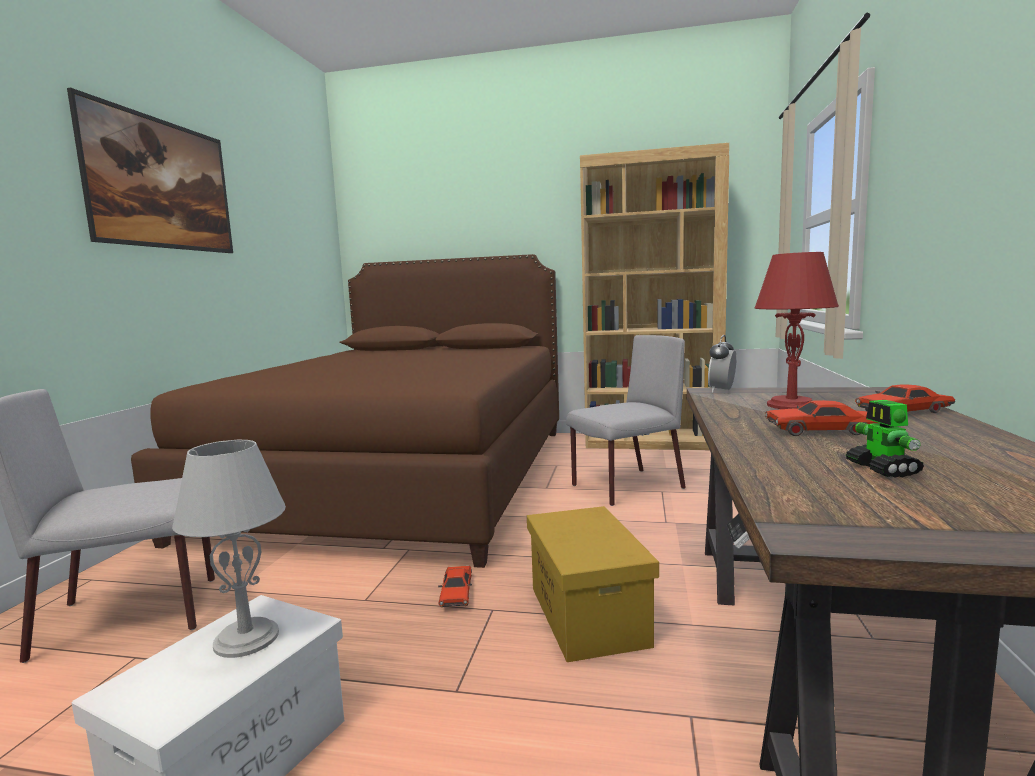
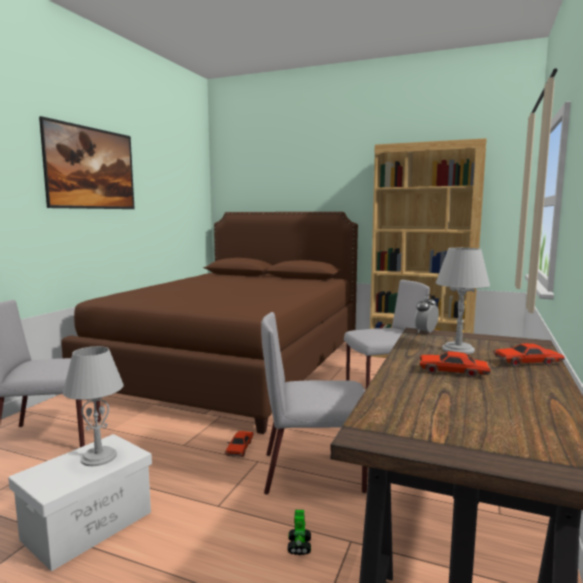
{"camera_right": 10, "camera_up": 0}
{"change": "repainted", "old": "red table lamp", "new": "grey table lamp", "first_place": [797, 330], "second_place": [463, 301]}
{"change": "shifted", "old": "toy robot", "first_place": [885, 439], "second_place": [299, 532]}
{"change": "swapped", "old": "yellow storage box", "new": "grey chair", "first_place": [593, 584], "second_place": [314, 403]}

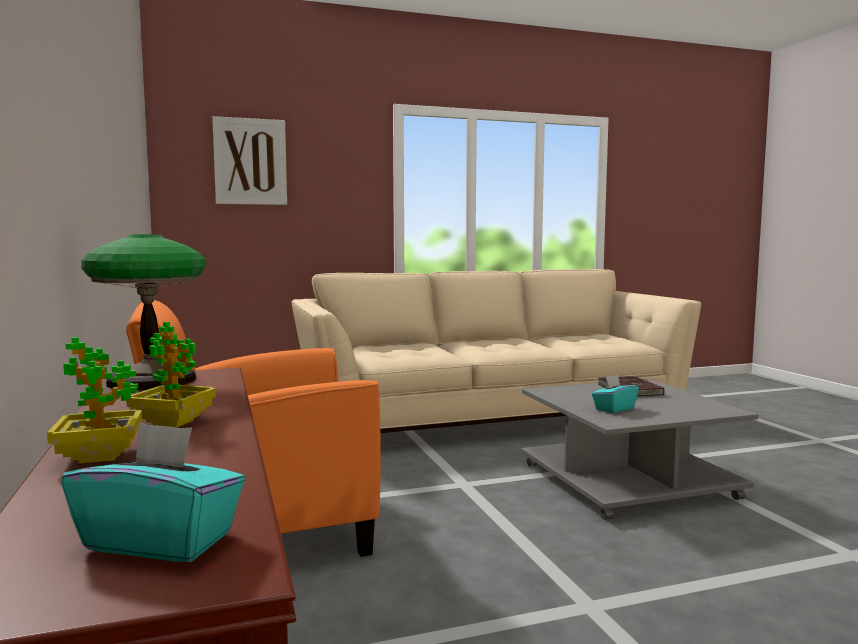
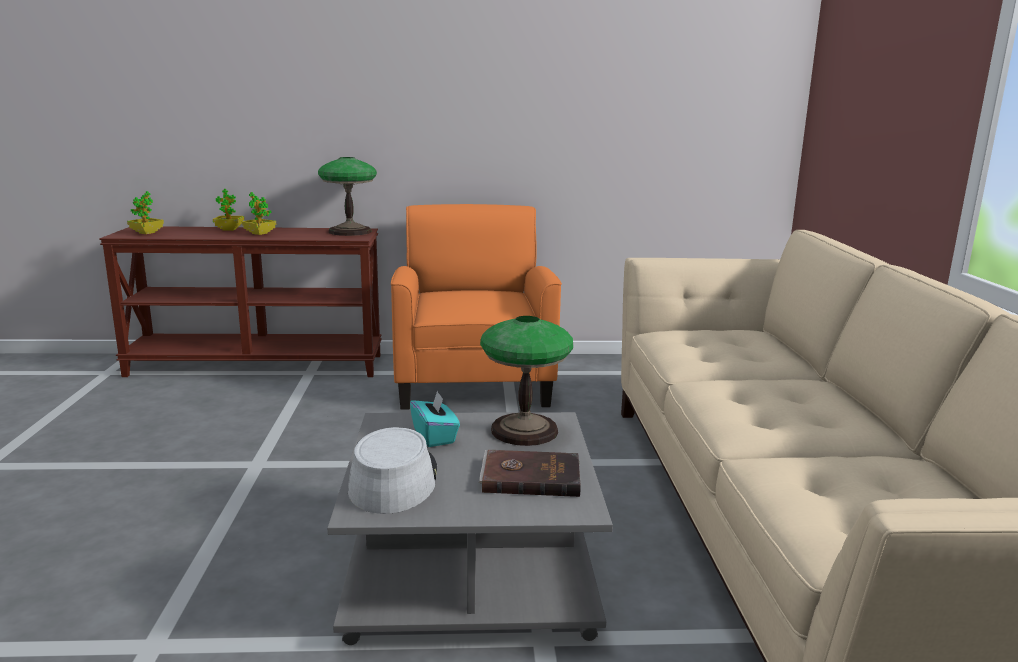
{"camera_right": 105, "camera_up": 10}
{"change": "gone", "old": "picture", "first_place": [249, 160]}
{"change": "swapped", "old": "turquoise tissue box", "new": "potted plant", "first_place": [153, 492], "second_place": [145, 212]}
{"change": "new", "new": "table lamp", "second_place": [526, 381]}
{"change": "new", "new": "grey hat", "second_place": [392, 470]}

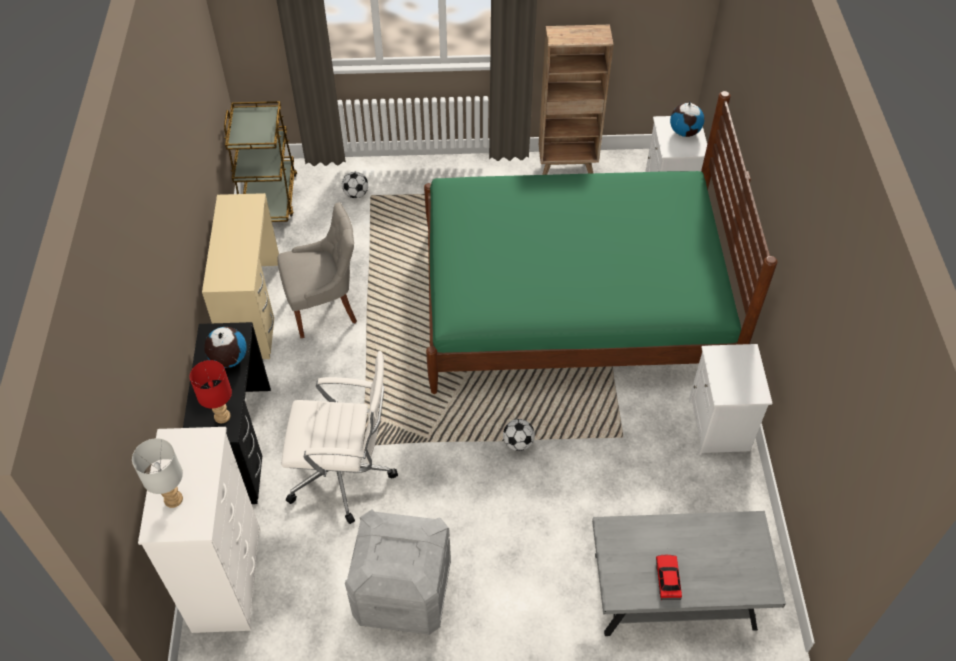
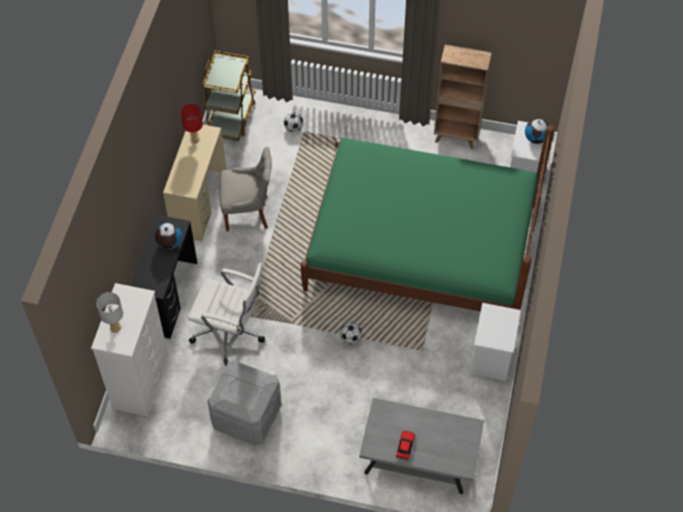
{"camera_right": 15, "camera_up": 5}
{"change": "shifted", "old": "red table lamp", "first_place": [211, 391], "second_place": [191, 123]}

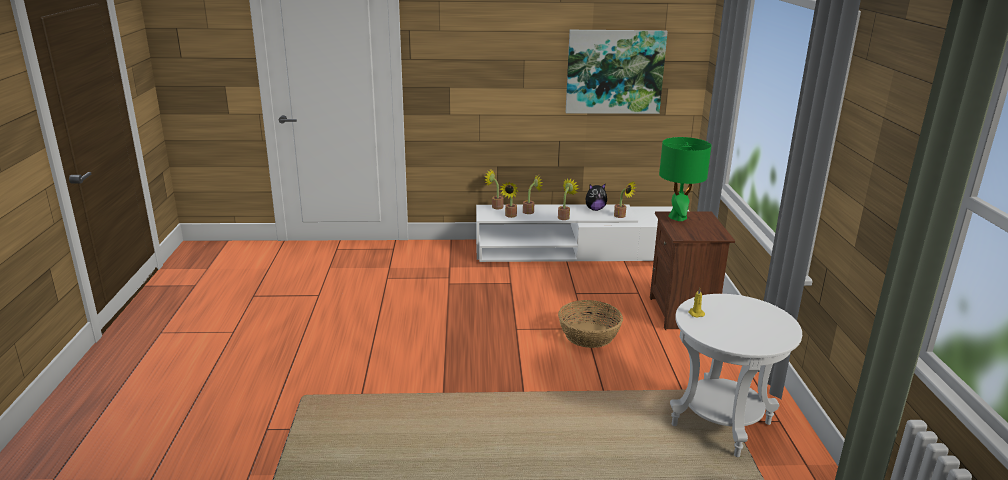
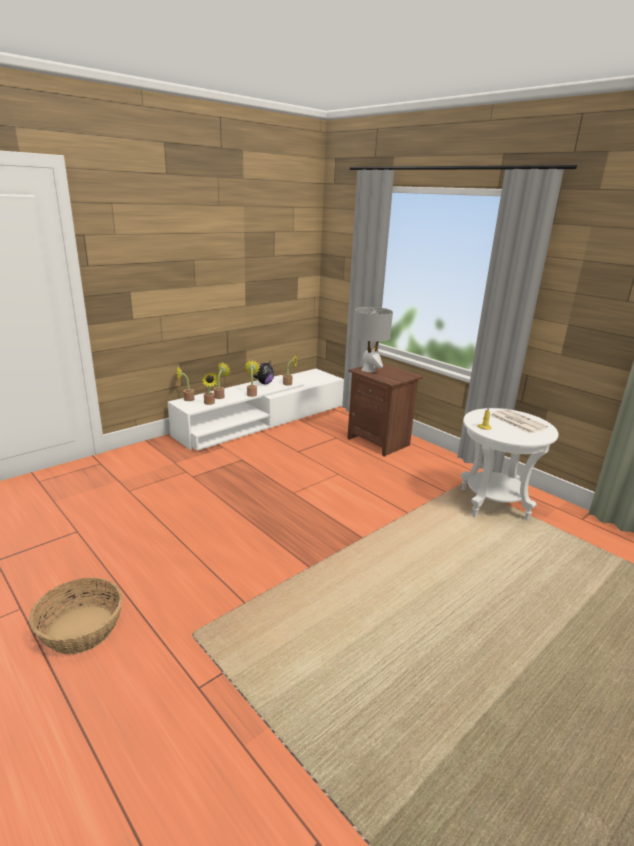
{"camera_right": -40, "camera_up": 0}
{"change": "gone", "old": "picture", "first_place": [617, 72]}
{"change": "repainted", "old": "green table lamp", "new": "grey table lamp", "first_place": [685, 179], "second_place": [373, 339]}
{"change": "shifted", "old": "basket", "first_place": [590, 324], "second_place": [75, 615]}
{"change": "new", "new": "newspaper", "second_place": [519, 421]}

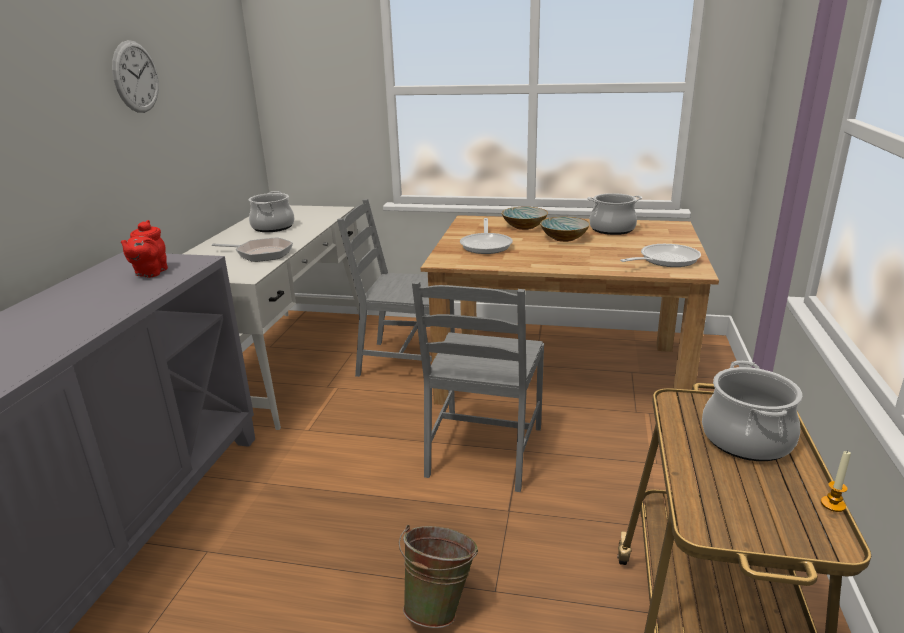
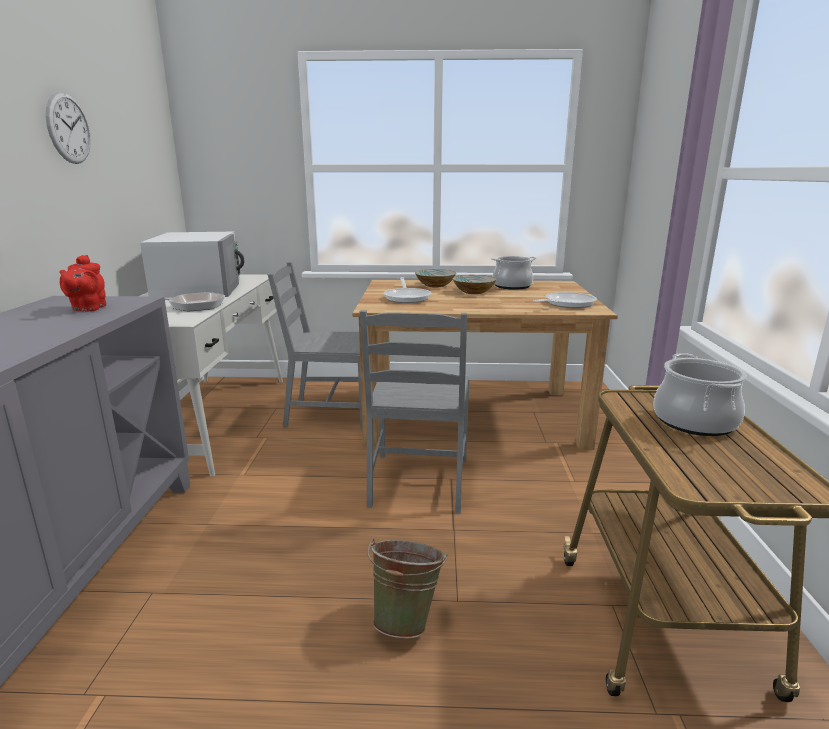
{"camera_right": -10, "camera_up": -5}
{"change": "swapped", "old": "cooking pot", "new": "white microwave", "first_place": [271, 211], "second_place": [192, 265]}
{"change": "gone", "old": "candle", "first_place": [836, 481]}

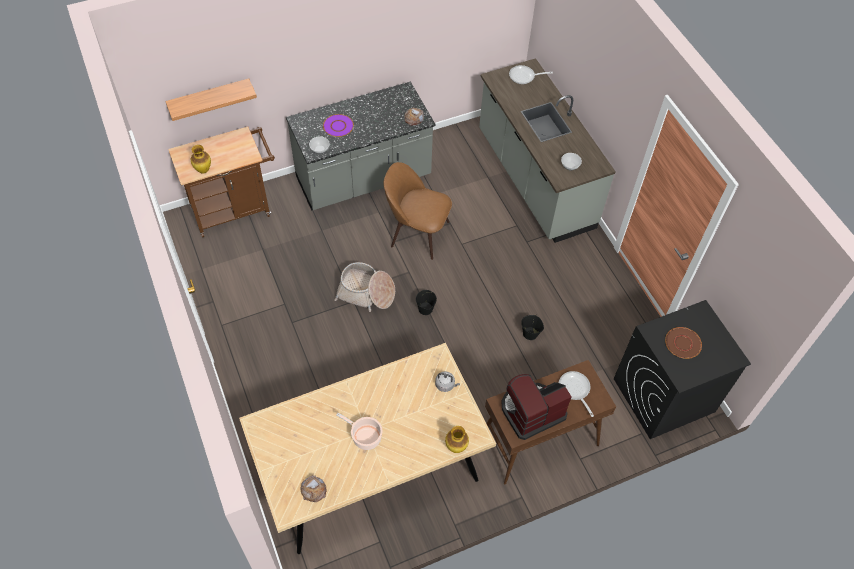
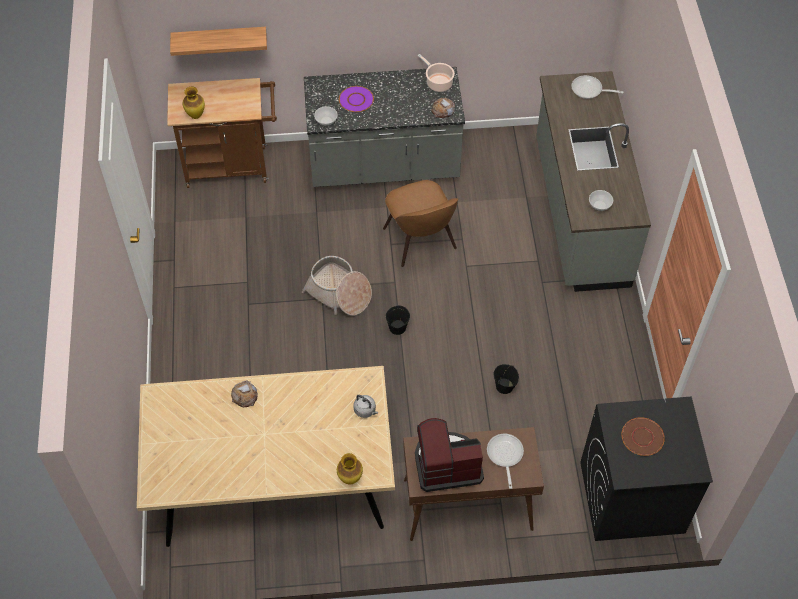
{"camera_right": 20, "camera_up": 0}
{"change": "rotated", "old": "brown chair", "first_place": [417, 211], "second_place": [420, 223], "degrees": -150}
{"change": "shifted", "old": "cooking pot", "first_place": [359, 431], "second_place": [436, 73]}
{"change": "shifted", "old": "bread", "first_place": [313, 488], "second_place": [244, 393]}

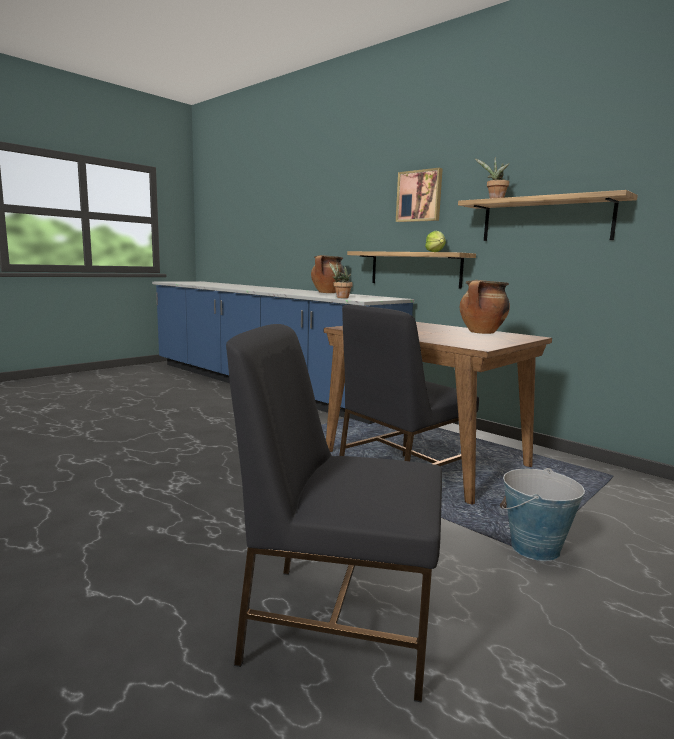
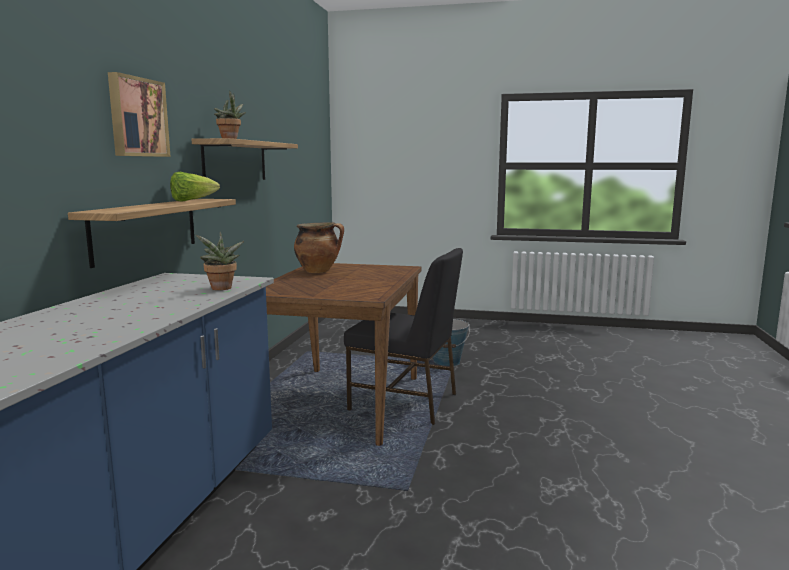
{"camera_right": -120, "camera_up": 0}
{"change": "gone", "old": "cooking pot", "first_place": [328, 274]}
{"change": "gone", "old": "black chair", "first_place": [334, 513]}

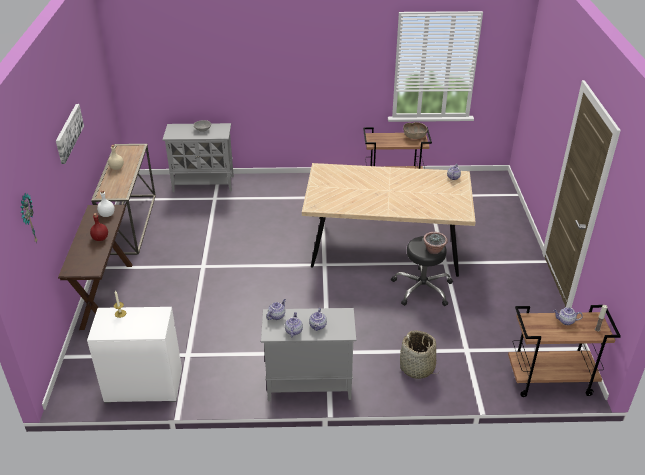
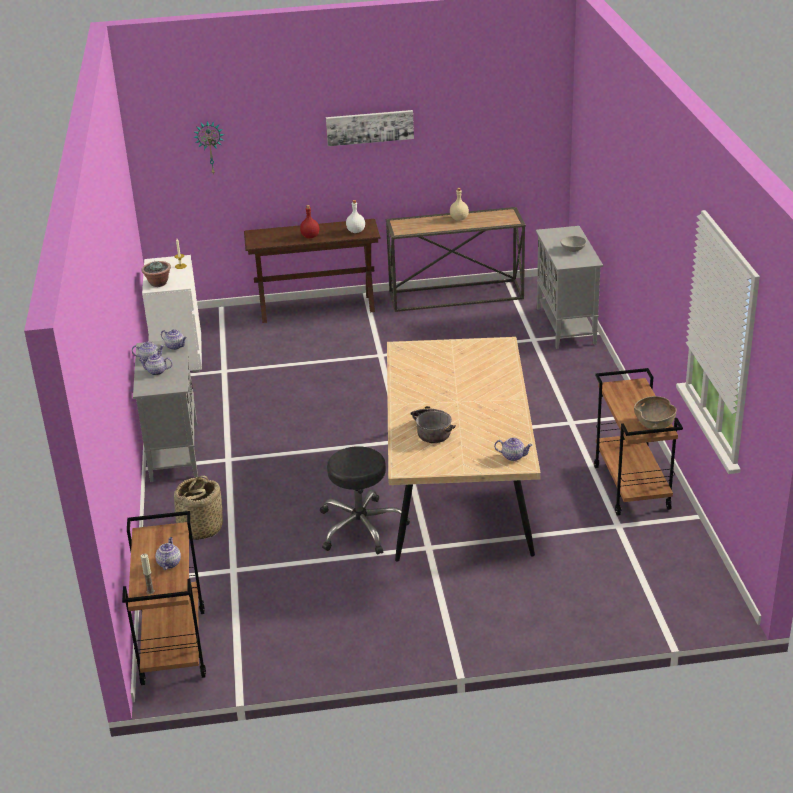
{"camera_right": 85, "camera_up": -5}
{"change": "shifted", "old": "potted plant", "first_place": [435, 243], "second_place": [156, 274]}
{"change": "new", "new": "cooking pot", "second_place": [433, 424]}

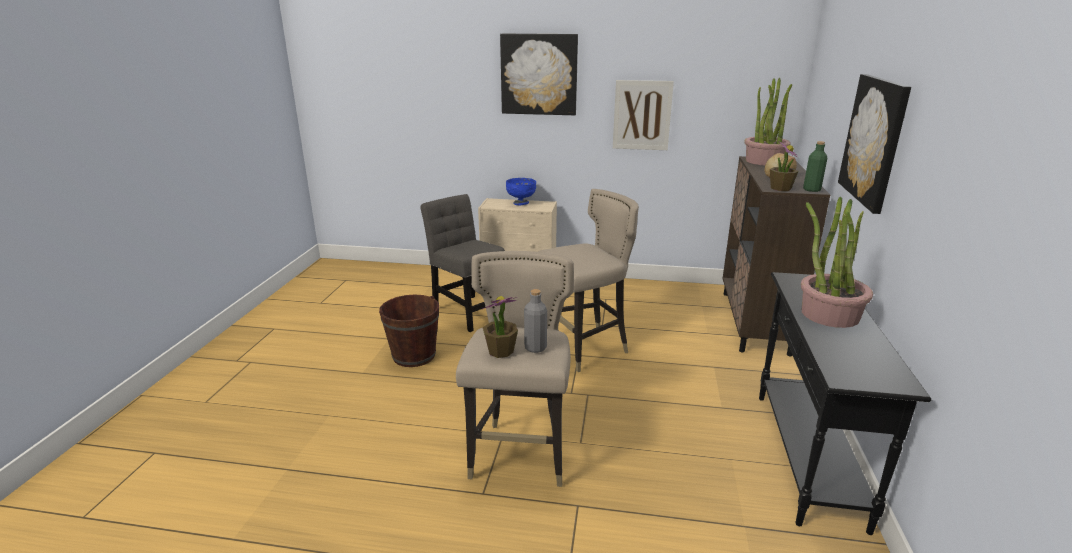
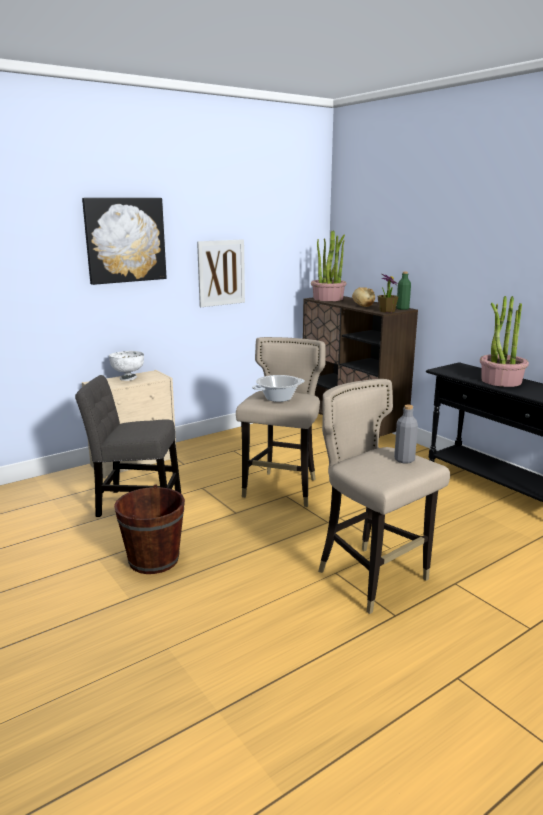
{"camera_right": -45, "camera_up": -5}
{"change": "gone", "old": "picture", "first_place": [874, 144]}
{"change": "repainted", "old": "blue bowl", "new": "white bowl", "first_place": [521, 191], "second_place": [126, 366]}
{"change": "gone", "old": "potted plant", "first_place": [500, 327]}
{"change": "new", "new": "cooking pot", "second_place": [278, 388]}

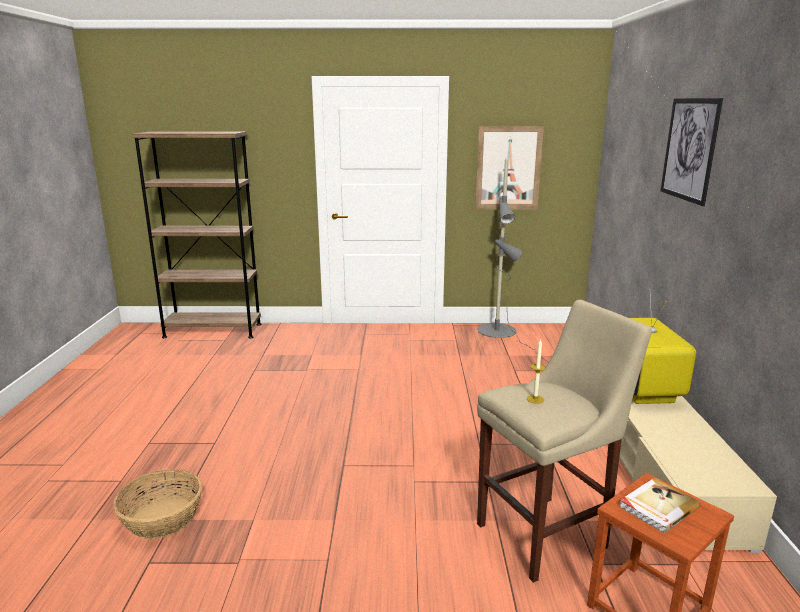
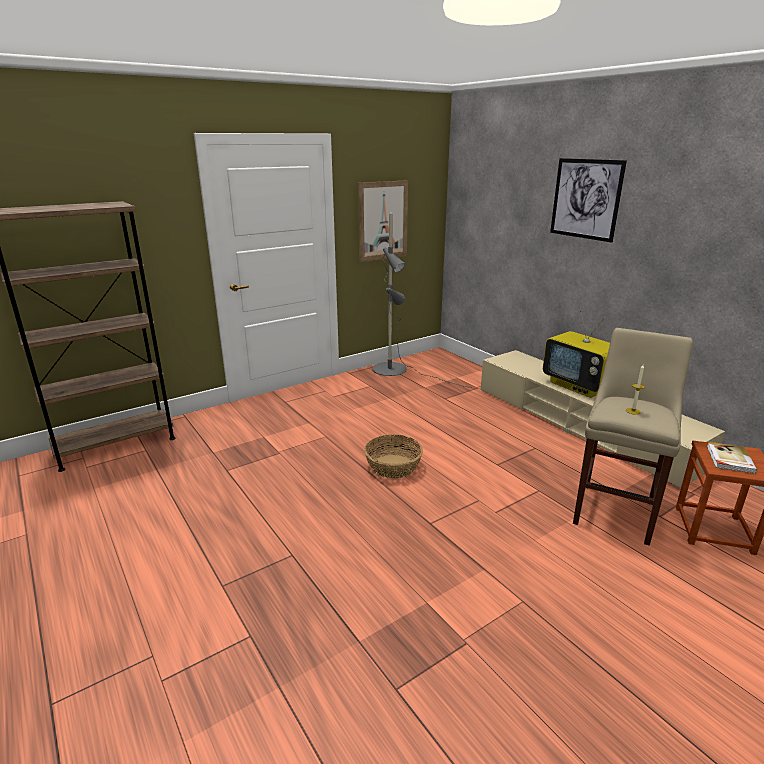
{"camera_right": -35, "camera_up": 5}
{"change": "shifted", "old": "basket", "first_place": [157, 504], "second_place": [393, 456]}

